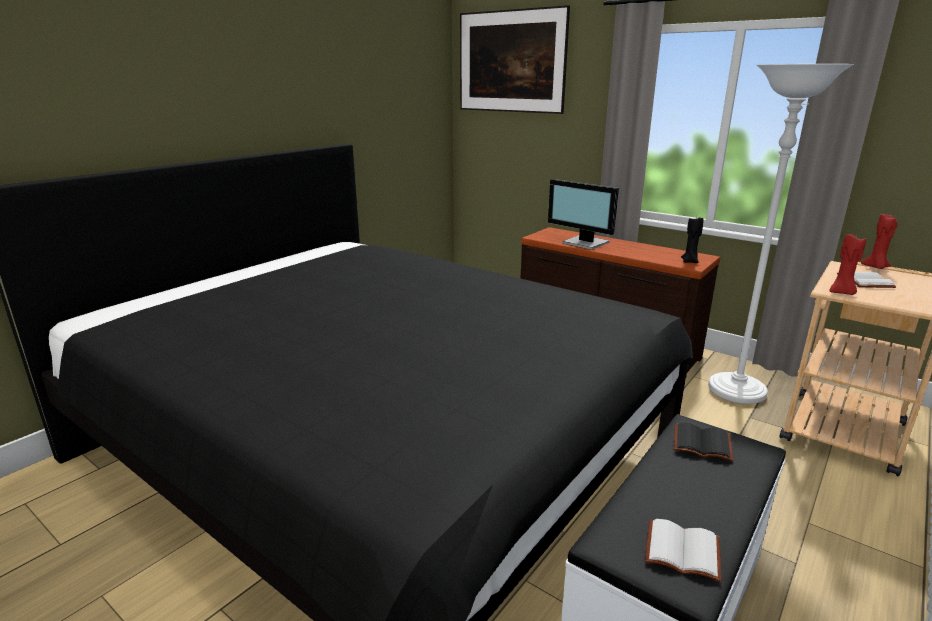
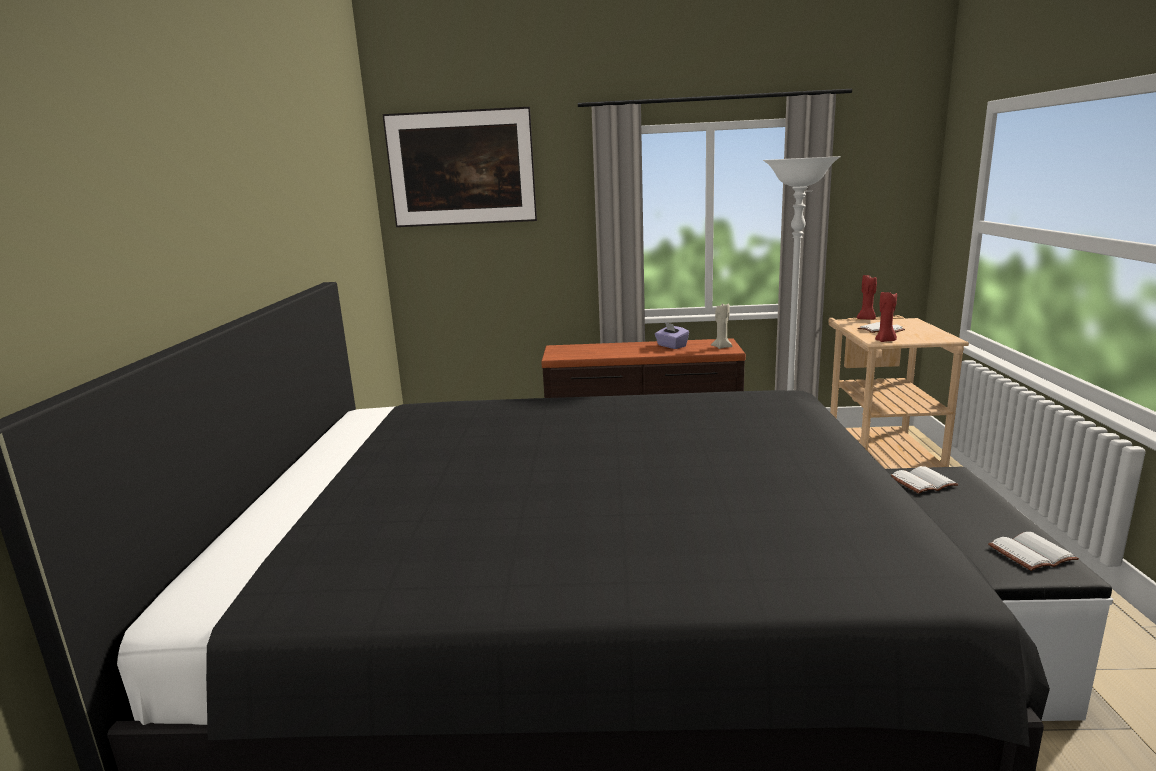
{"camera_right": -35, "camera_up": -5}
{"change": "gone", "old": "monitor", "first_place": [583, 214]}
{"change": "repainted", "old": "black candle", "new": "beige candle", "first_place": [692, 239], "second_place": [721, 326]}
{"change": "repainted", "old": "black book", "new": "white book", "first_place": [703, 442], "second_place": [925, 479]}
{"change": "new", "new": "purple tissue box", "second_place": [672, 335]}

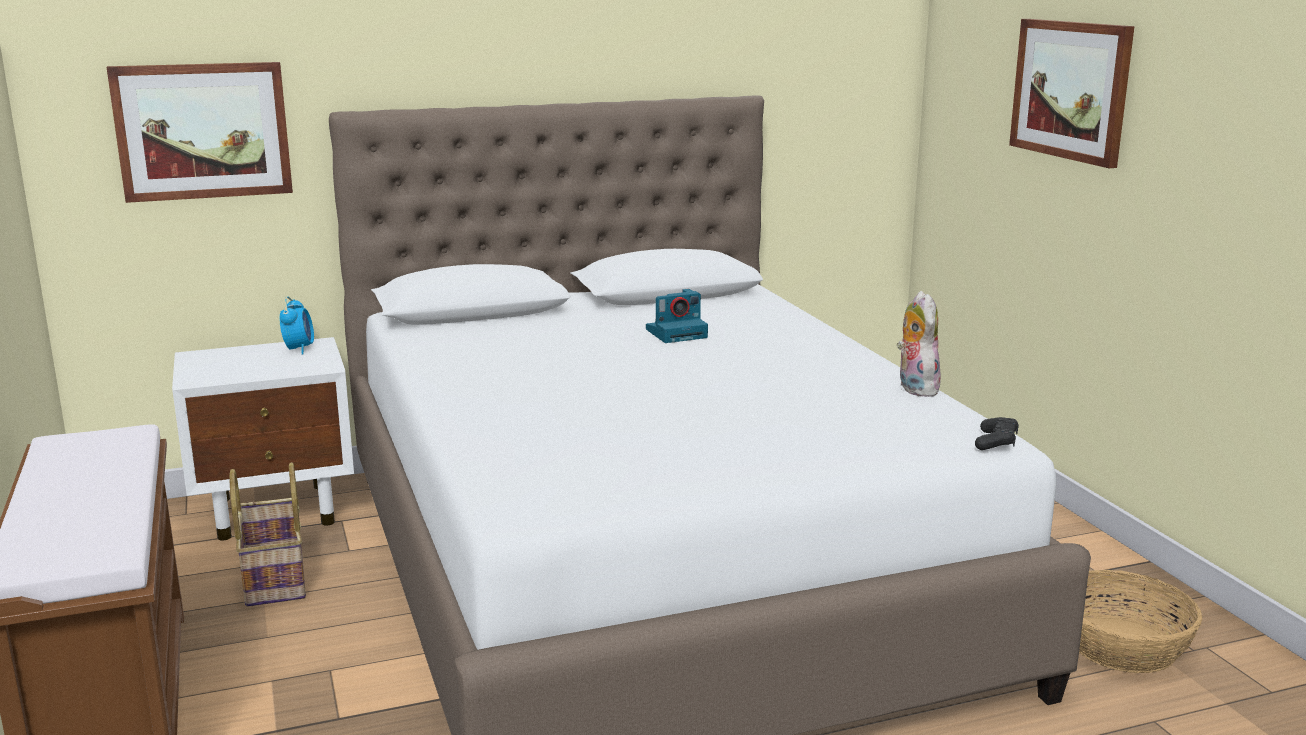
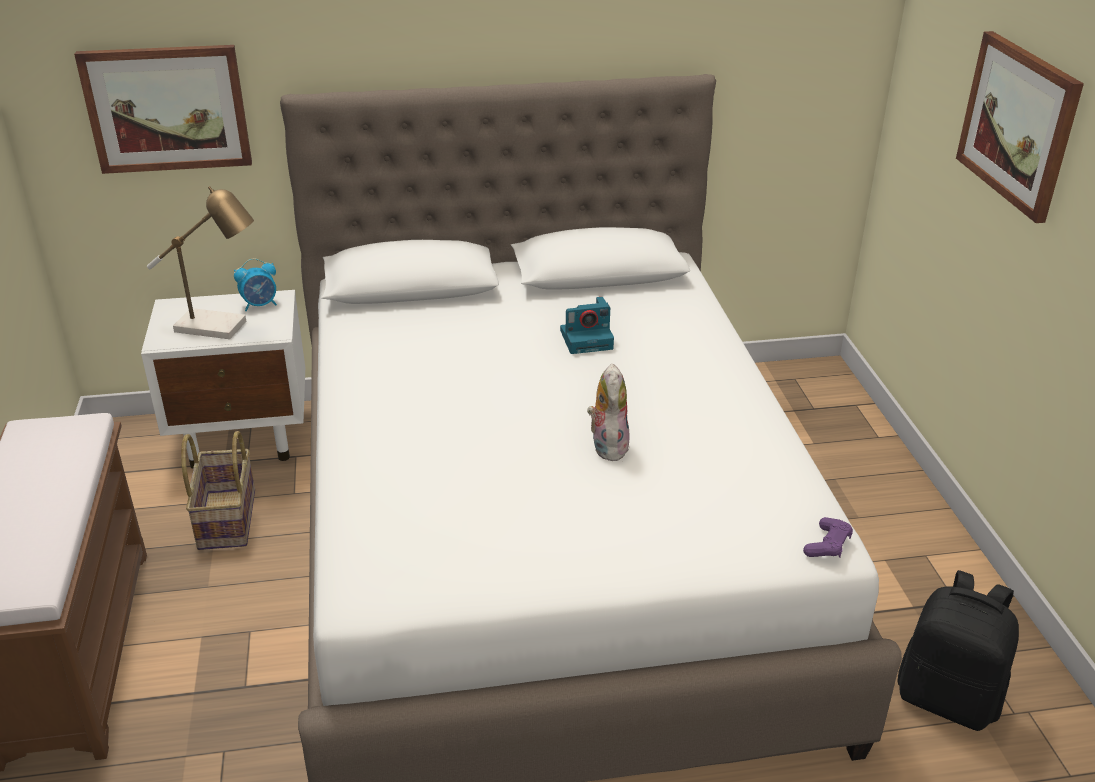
{"camera_right": 10, "camera_up": 15}
{"change": "shifted", "old": "plush toy", "first_place": [919, 344], "second_place": [608, 412]}
{"change": "rotated", "old": "alarm clock", "first_place": [297, 325], "second_place": [255, 285], "degrees": 60}
{"change": "repainted", "old": "black game controller", "new": "purple game controller", "first_place": [997, 433], "second_place": [828, 537]}
{"change": "swapped", "old": "basket", "new": "black backpack", "first_place": [1140, 621], "second_place": [958, 650]}
{"change": "new", "new": "table lamp", "second_place": [200, 262]}

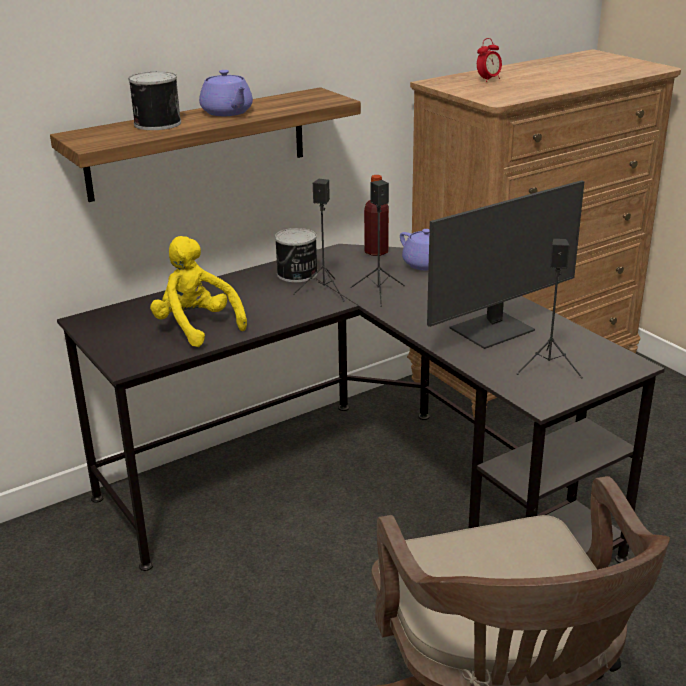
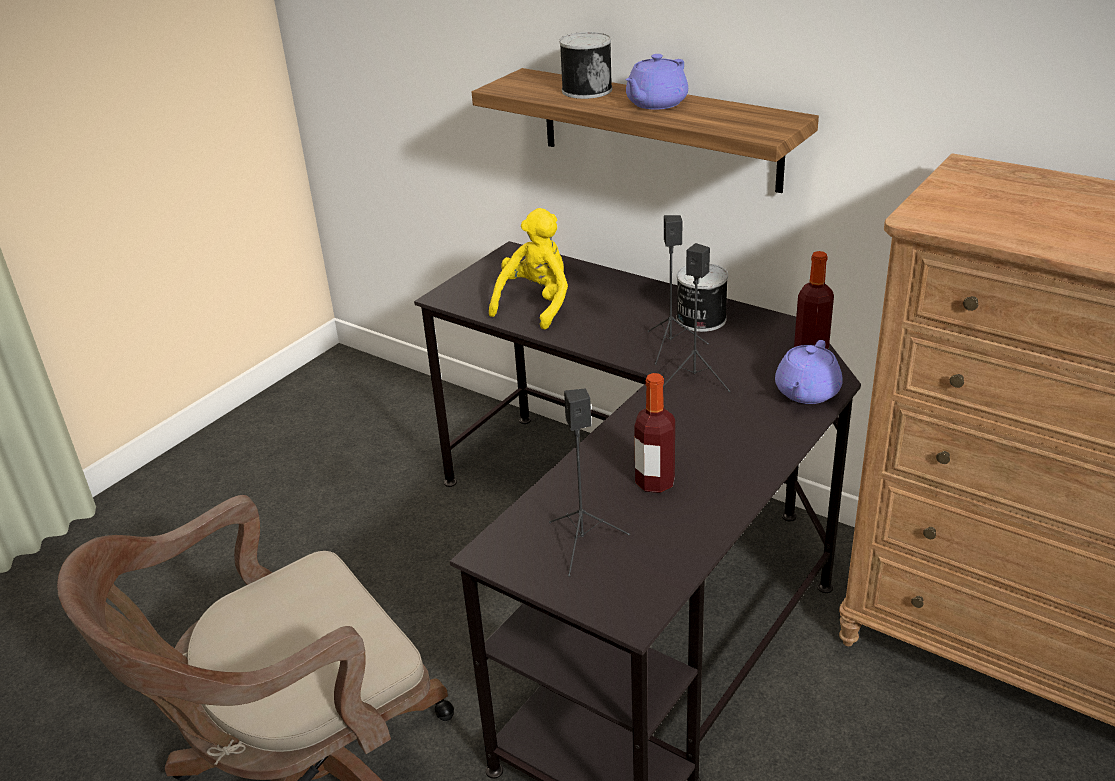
{"camera_right": 70, "camera_up": 5}
{"change": "gone", "old": "alarm clock", "first_place": [489, 60]}
{"change": "swapped", "old": "monitor", "new": "bottle", "first_place": [506, 264], "second_place": [654, 433]}

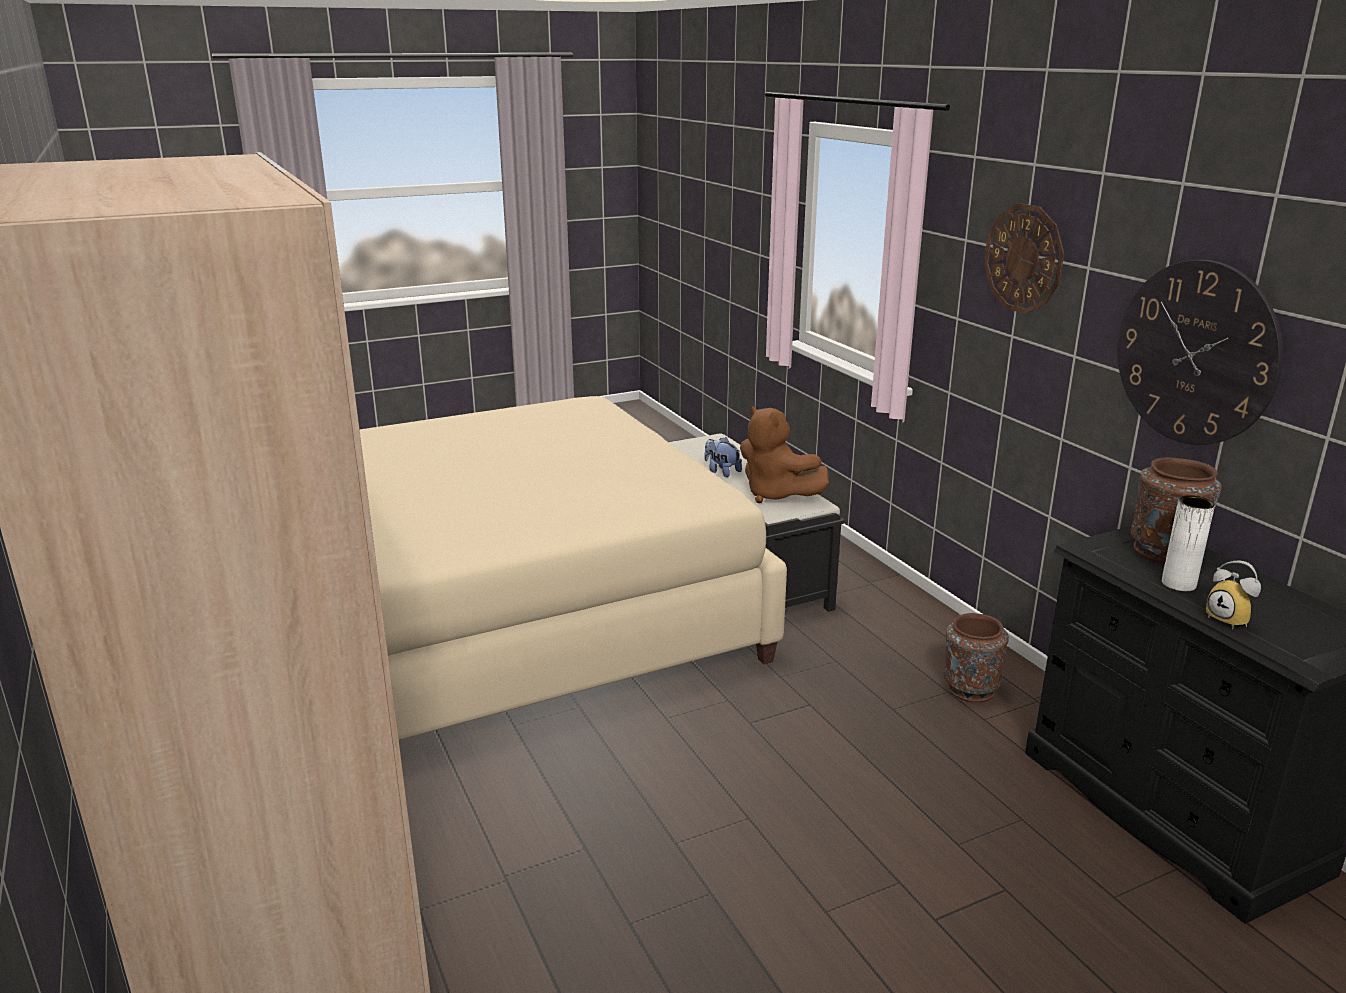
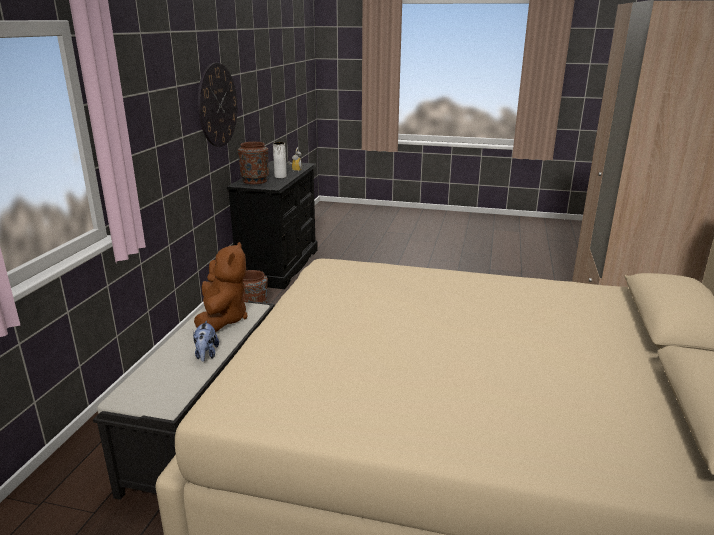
{"camera_right": -140, "camera_up": 0}
{"change": "gone", "old": "wall clock", "first_place": [1024, 258]}

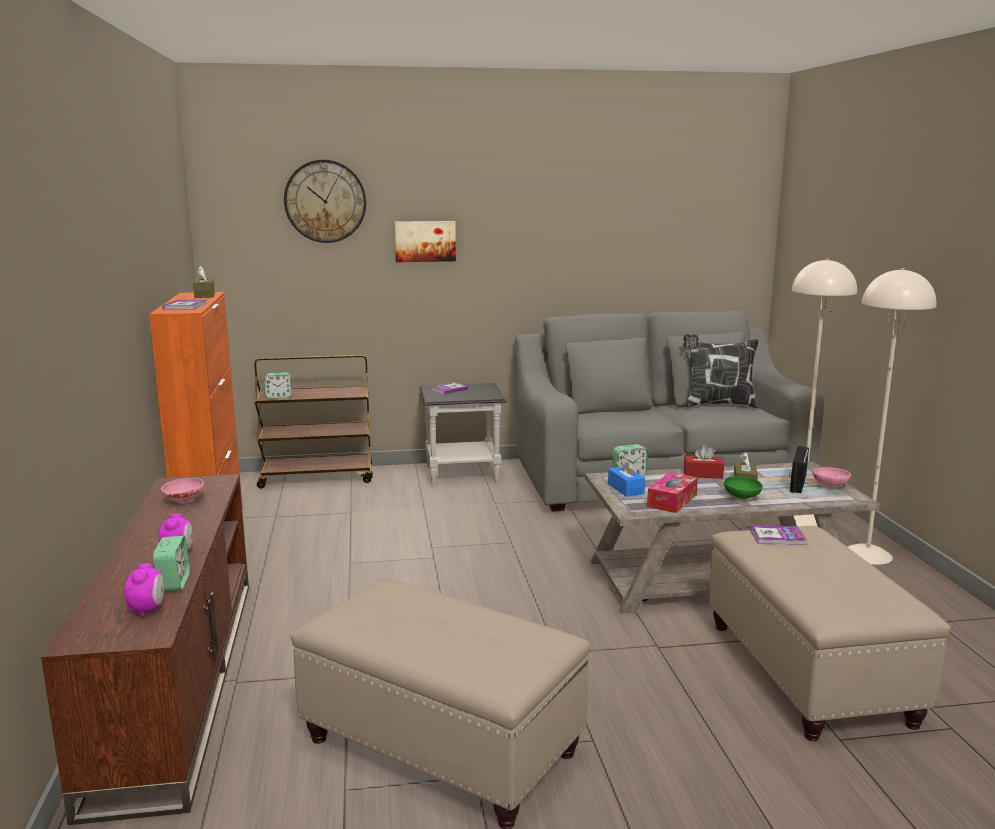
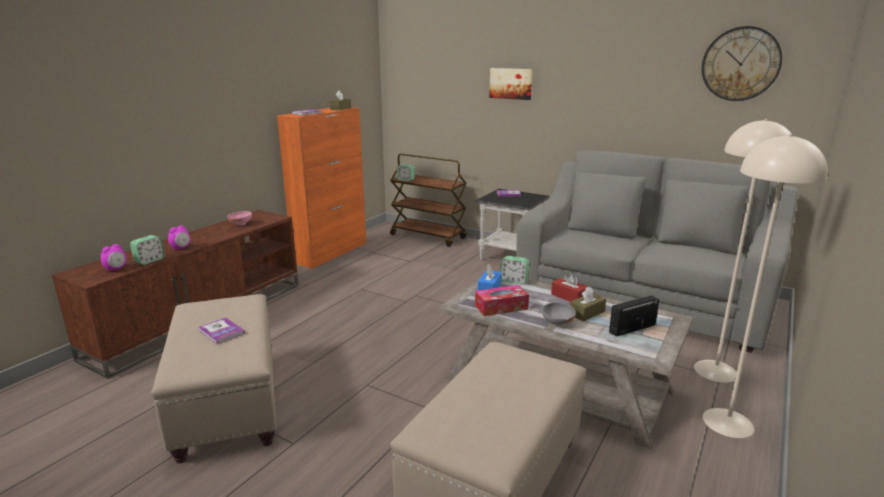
{"camera_right": 40, "camera_up": 5}
{"change": "shifted", "old": "wall clock", "first_place": [325, 201], "second_place": [742, 63]}
{"change": "gone", "old": "pillow", "first_place": [721, 371]}
{"change": "gone", "old": "pink bowl", "first_place": [831, 478]}
{"change": "repainted", "old": "green bowl", "new": "grey bowl", "first_place": [743, 487], "second_place": [559, 313]}
{"change": "shifted", "old": "book", "first_place": [778, 535], "second_place": [221, 330]}

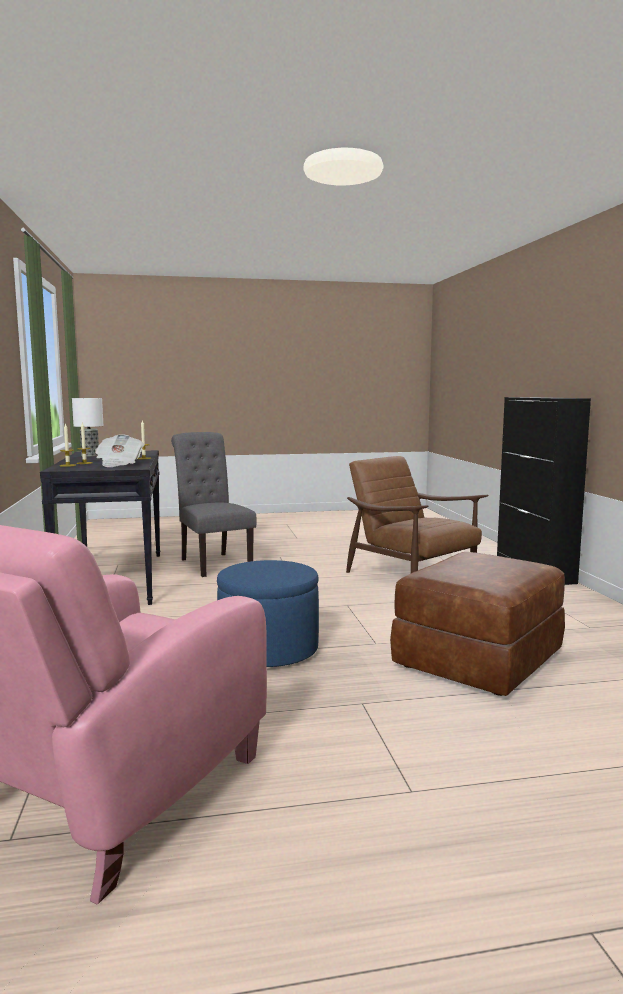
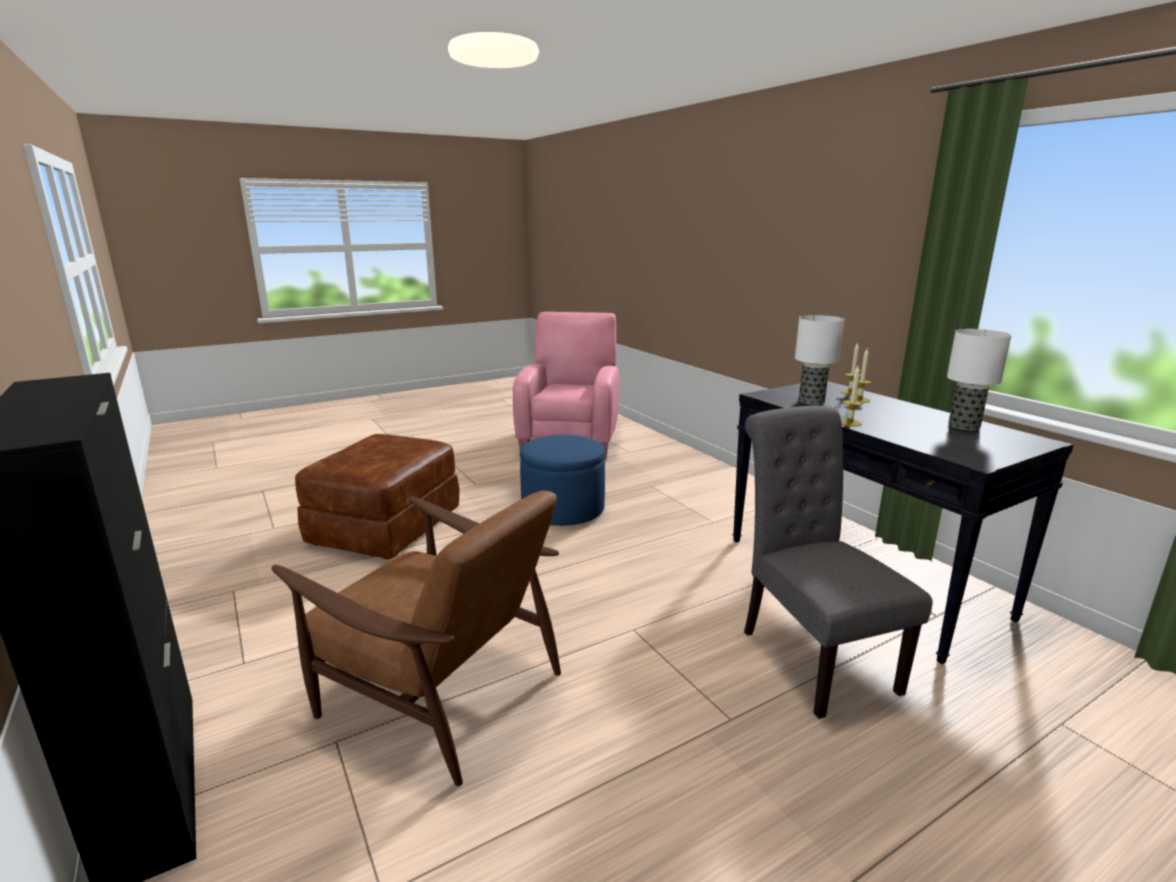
{"camera_right": 160, "camera_up": 10}
{"change": "rotated", "old": "grey chair", "first_place": [213, 504], "second_place": [838, 562], "degrees": -150}
{"change": "swapped", "old": "newspaper", "new": "table lamp", "first_place": [119, 450], "second_place": [819, 360]}

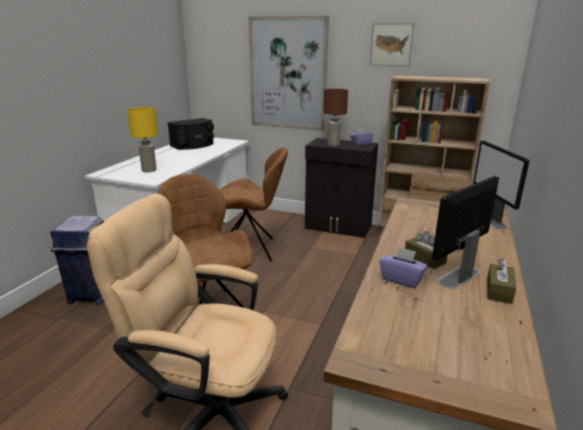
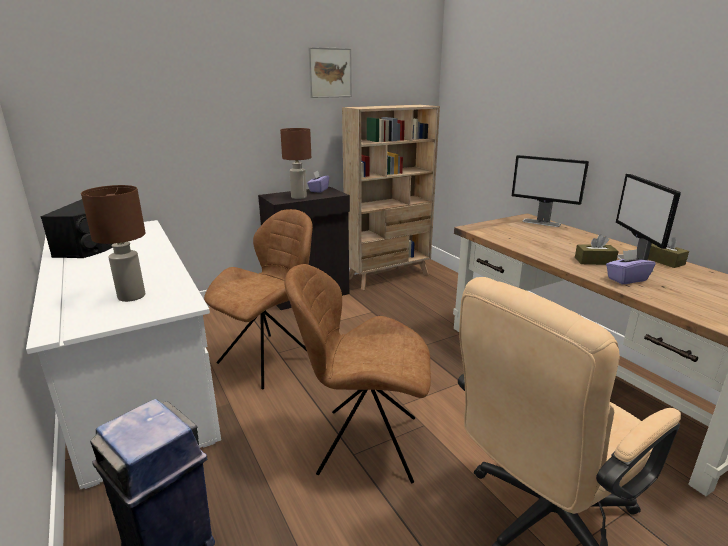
{"camera_right": -50, "camera_up": 0}
{"change": "gone", "old": "picture", "first_place": [289, 73]}
{"change": "repainted", "old": "yellow table lamp", "new": "brown table lamp", "first_place": [143, 139], "second_place": [113, 243]}

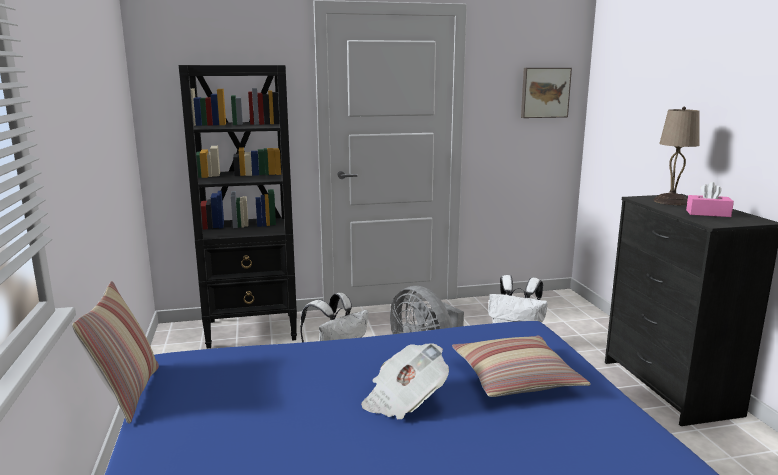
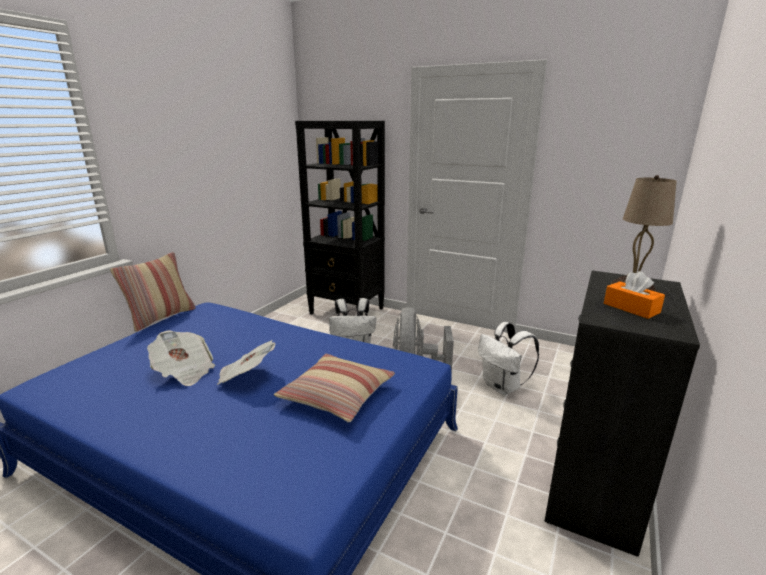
{"camera_right": 40, "camera_up": 5}
{"change": "gone", "old": "picture", "first_place": [546, 93]}
{"change": "repainted", "old": "pink tissue box", "new": "orange tissue box", "first_place": [710, 199], "second_place": [634, 295]}
{"change": "new", "new": "newspaper", "second_place": [181, 358]}

